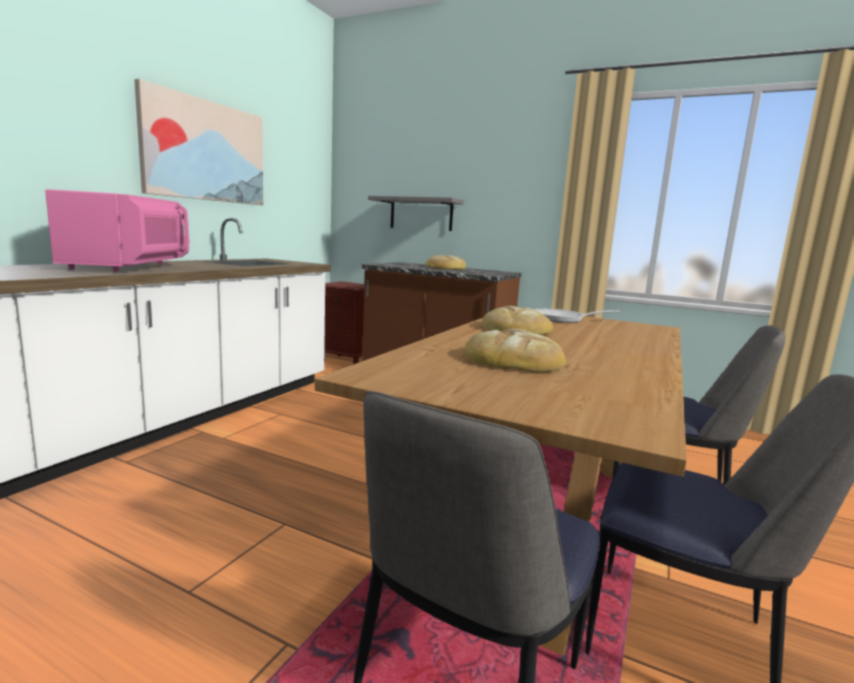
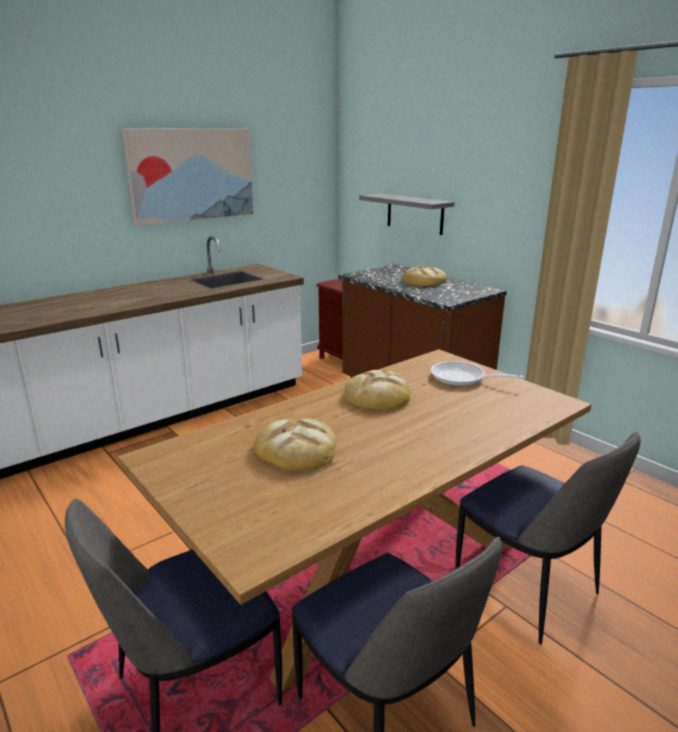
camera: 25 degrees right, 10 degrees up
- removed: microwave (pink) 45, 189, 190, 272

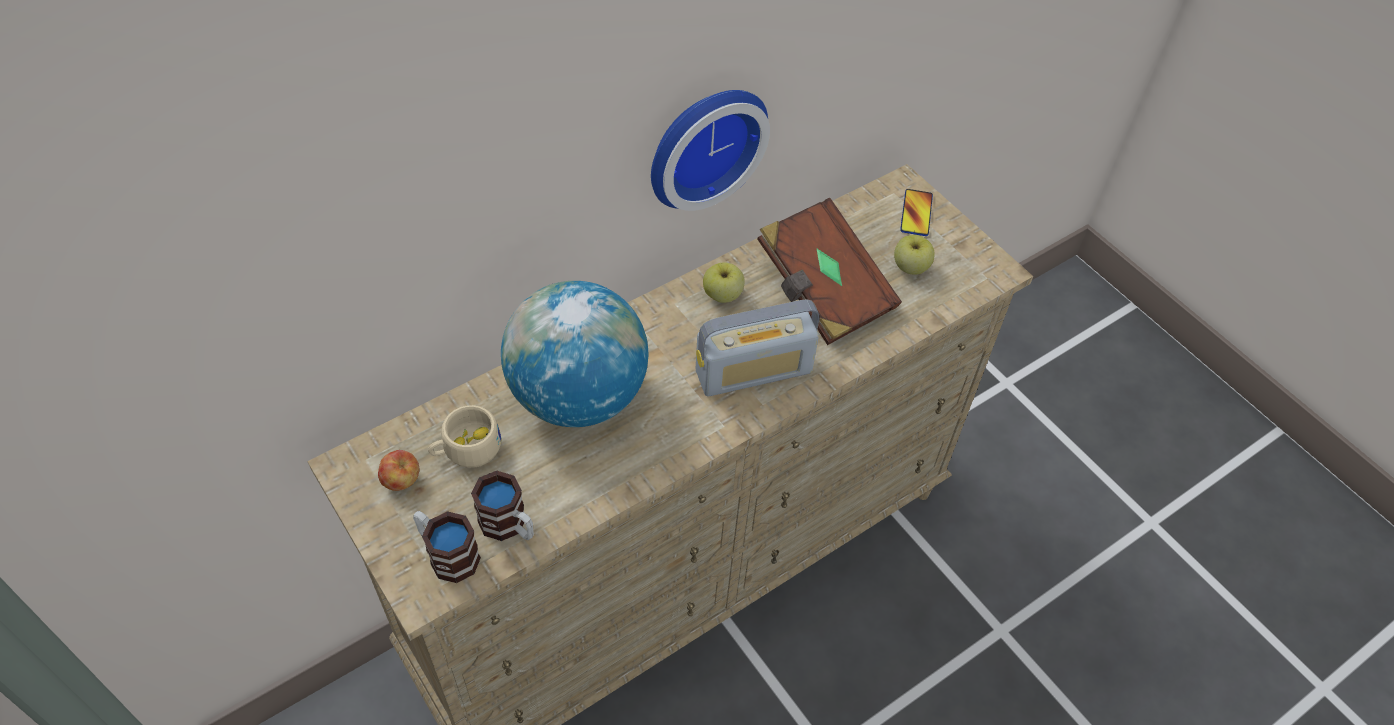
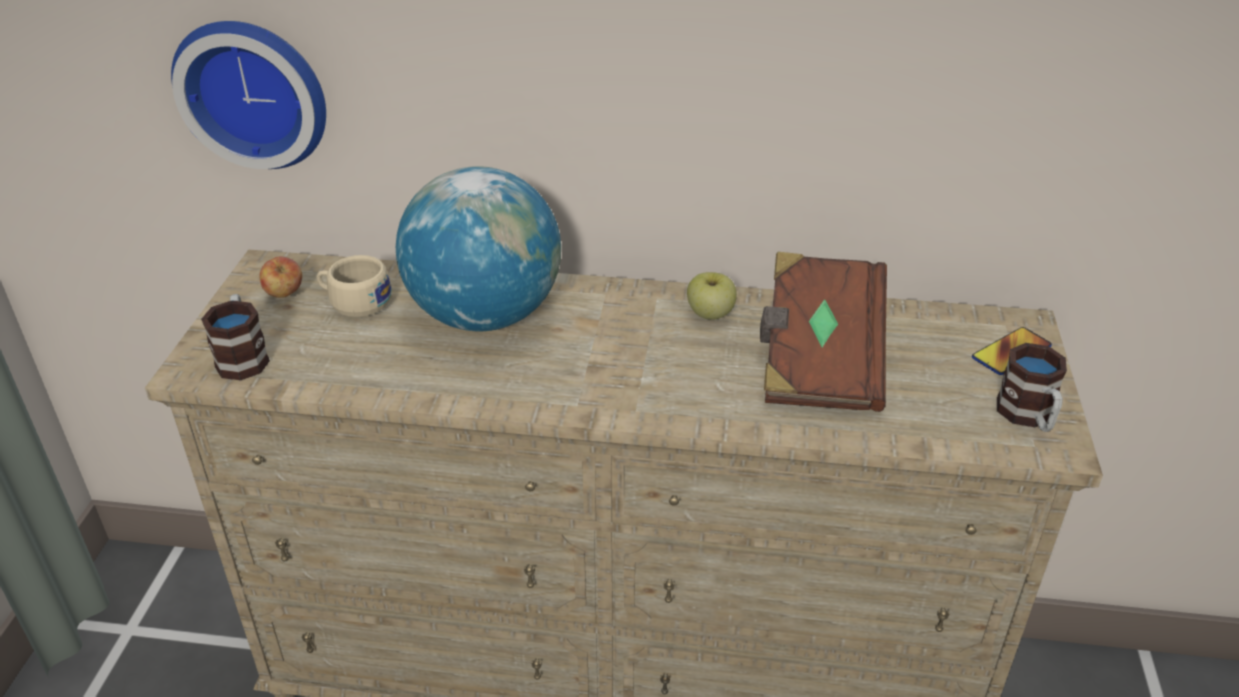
camera: 45 degrees right, 15 degrees down
- moved: wall clock 651, 90, 770, 211 to 171, 21, 326, 169
- removed: apple 894, 235, 934, 275
- removed: radio 696, 299, 819, 396
- moved: mug 471, 471, 534, 541 to 997, 343, 1067, 432

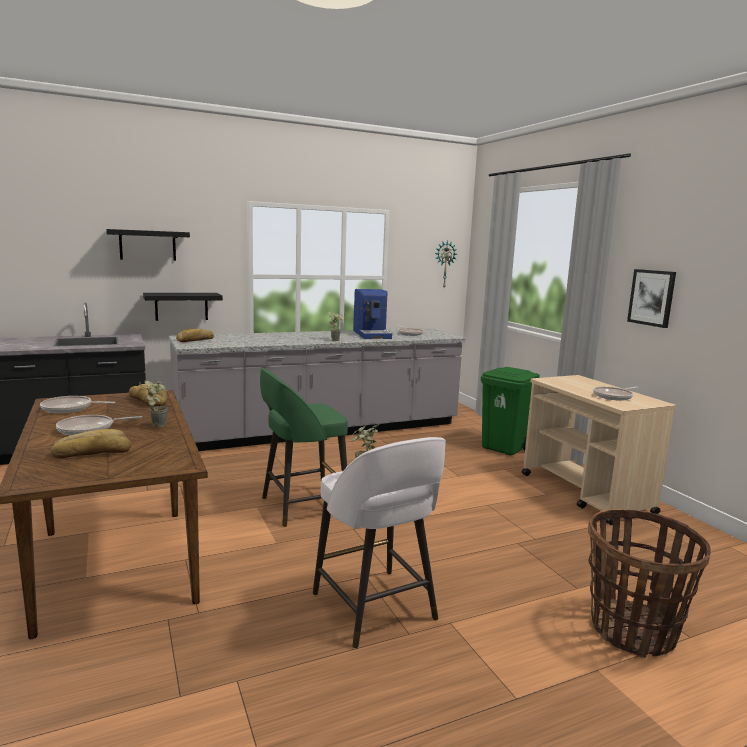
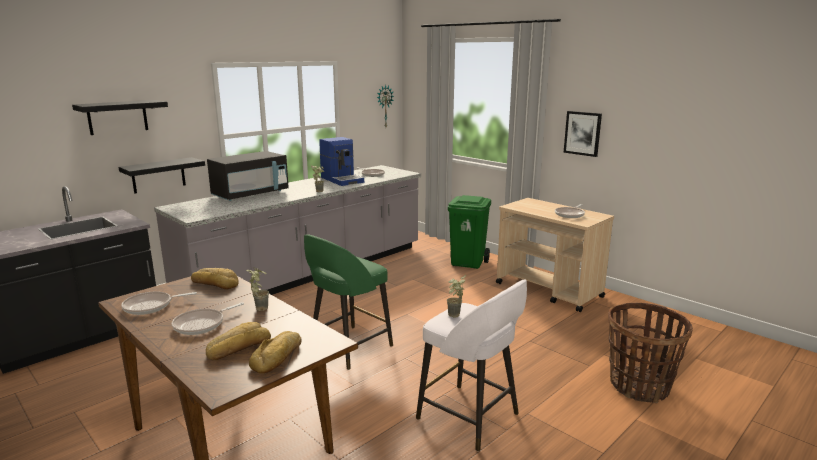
camera: 20 degrees left, 5 degrees up
- moved: bread 176, 328, 214, 342 to 249, 331, 302, 374
- added: microwave (black) 207, 151, 289, 201

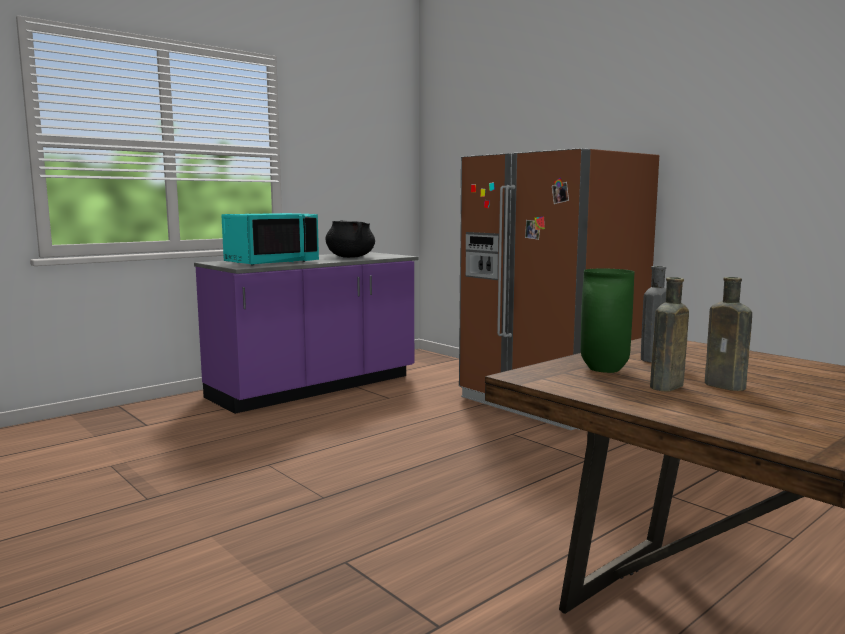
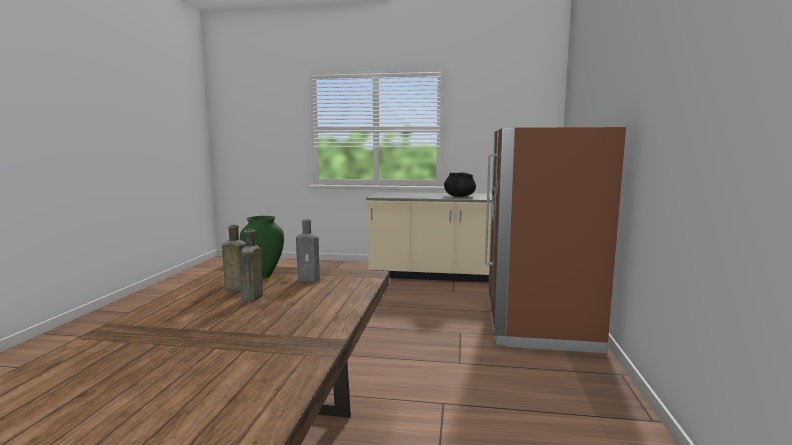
camera: 50 degrees right, 0 degrees up
- removed: microwave (turquoise) 222, 213, 319, 266
- recoloured: counter (purple) 194, 252, 419, 414 to counter (beige) 366, 192, 492, 282

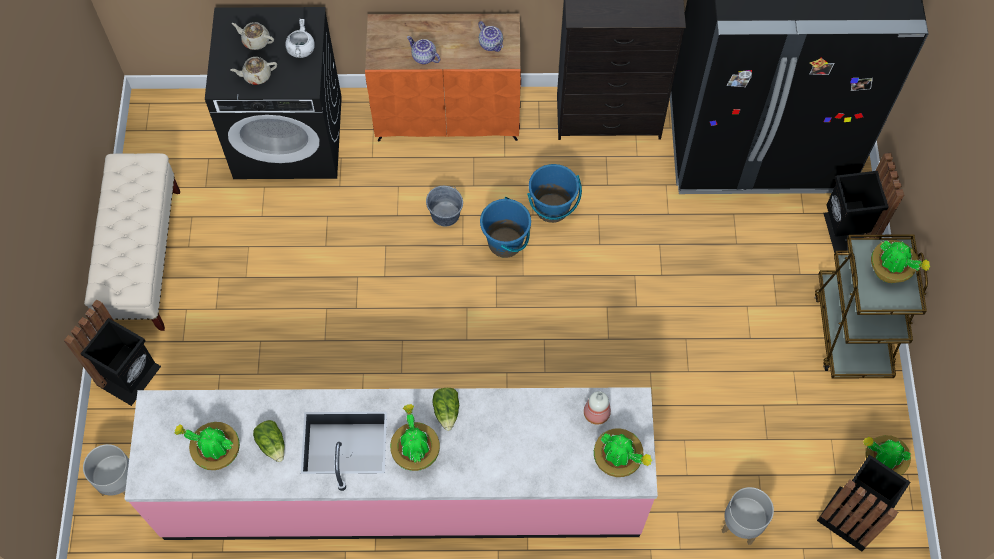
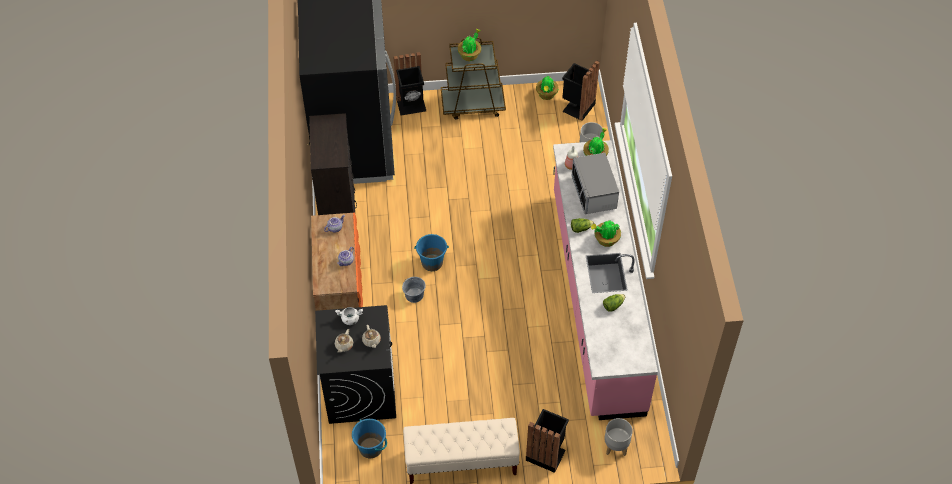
camera: 95 degrees left, 10 degrees down
- moved: bucket (blue) 527, 164, 582, 223 to 352, 419, 387, 458
- removed: potted plant 174, 422, 240, 470
- added: microwave 572, 153, 619, 214

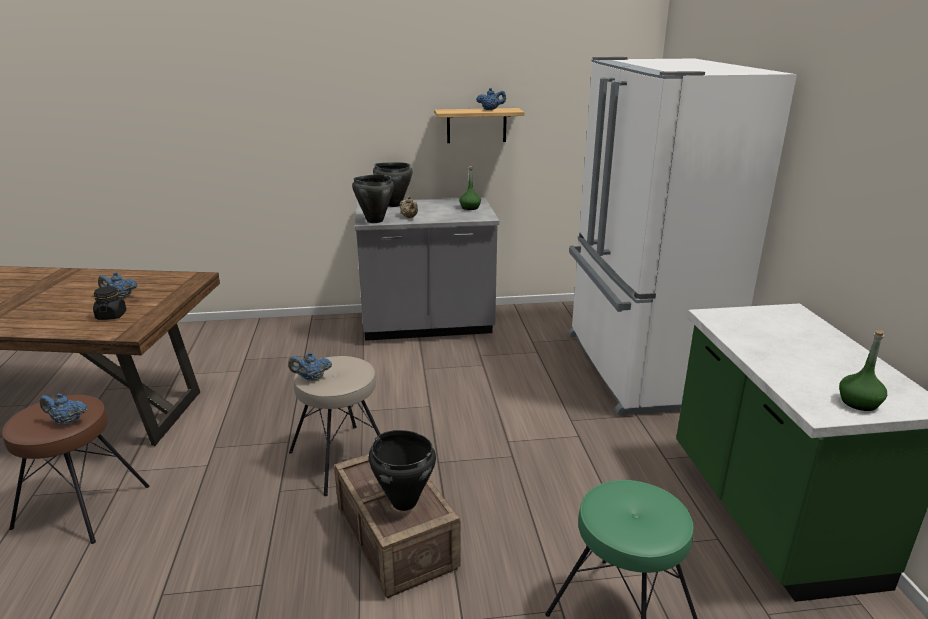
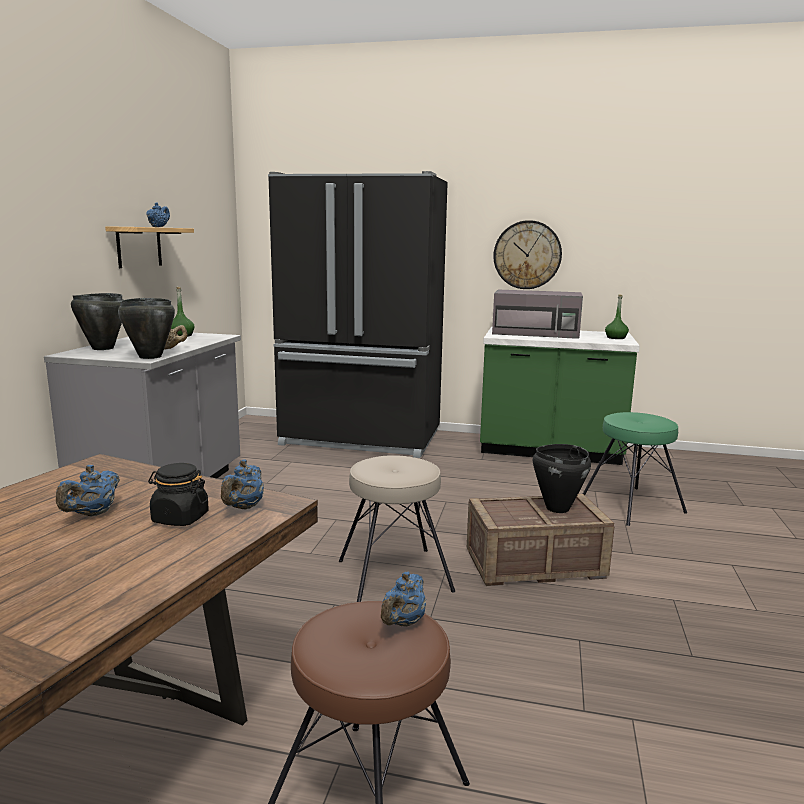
camera: 70 degrees left, 10 degrees down
- recoloured: fridge (white) 568, 57, 797, 415 to fridge (black) 268, 171, 448, 458
- moved: teapot (blue) 288, 352, 332, 381 to 221, 459, 264, 509
- added: wall clock 493, 220, 562, 289
- added: microwave (grey) 492, 290, 583, 339

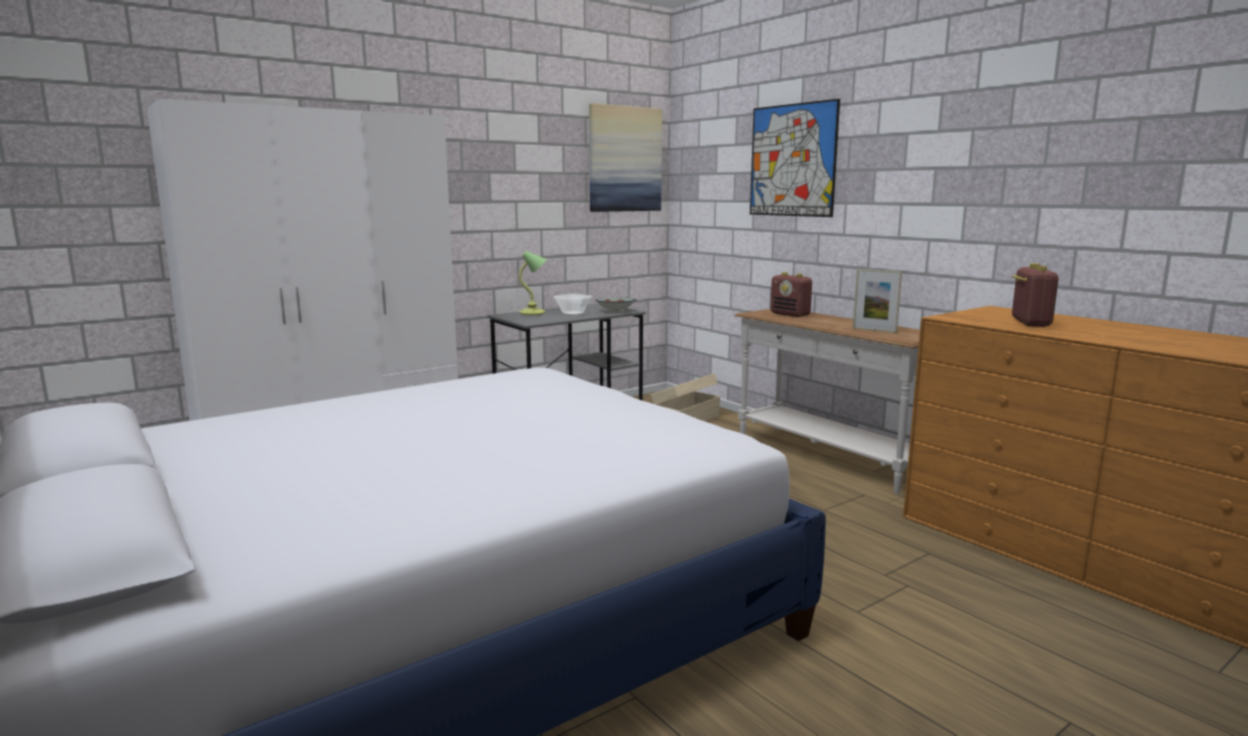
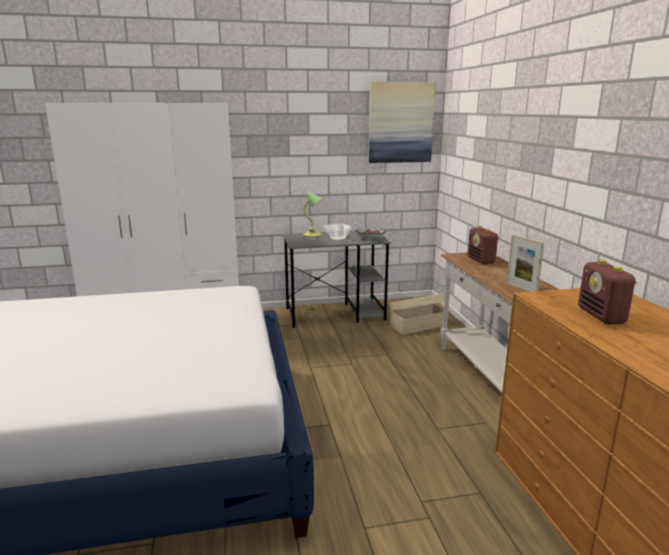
camera: 25 degrees right, 5 degrees up
- removed: picture 750, 99, 840, 217
- turned: radio 1012, 263, 1058, 327 = 578, 259, 638, 324 135 degrees clockwise

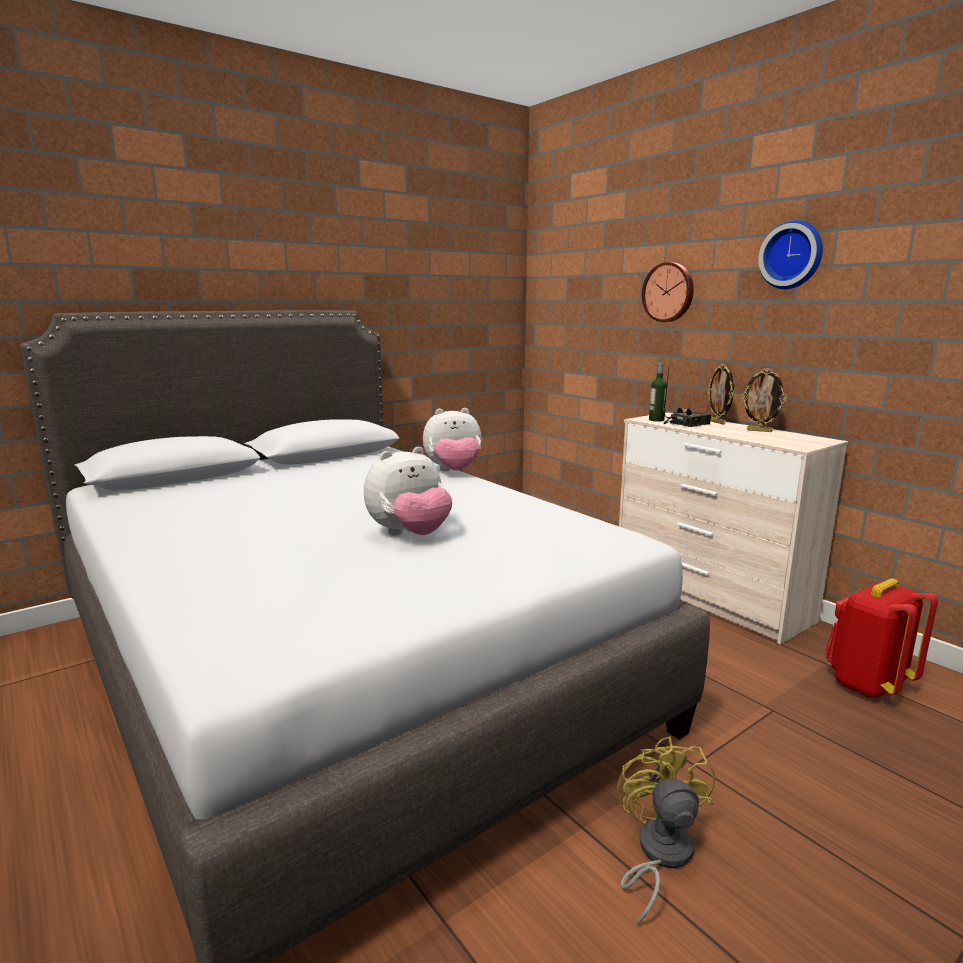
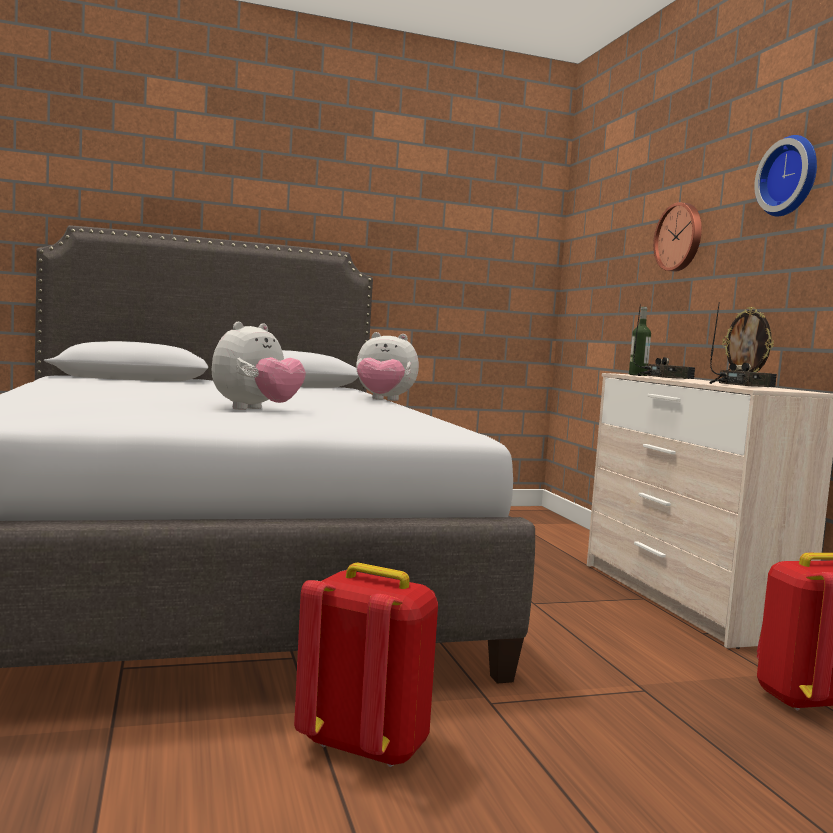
camera: 20 degrees right, 10 degrees down
- removed: picture frame 707, 364, 734, 425
- turned: plush toy 364, 447, 452, 536 = 212, 322, 306, 410 45 degrees counterclockwise
- replaced: fan (yellow) 617, 736, 715, 926 to backpack (red) 294, 563, 438, 767
- added: radio 710, 302, 777, 387

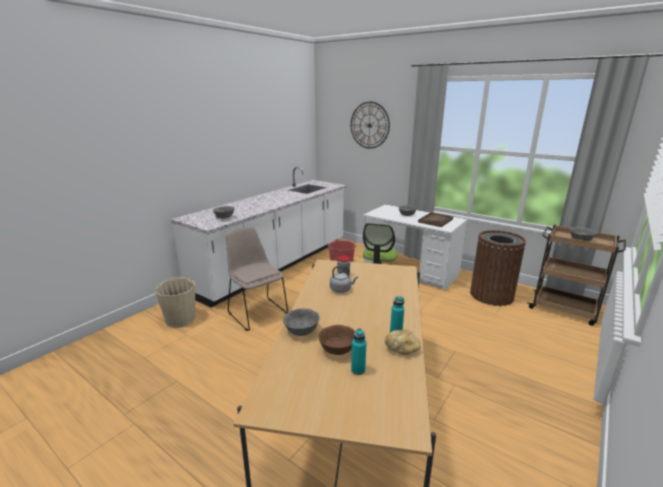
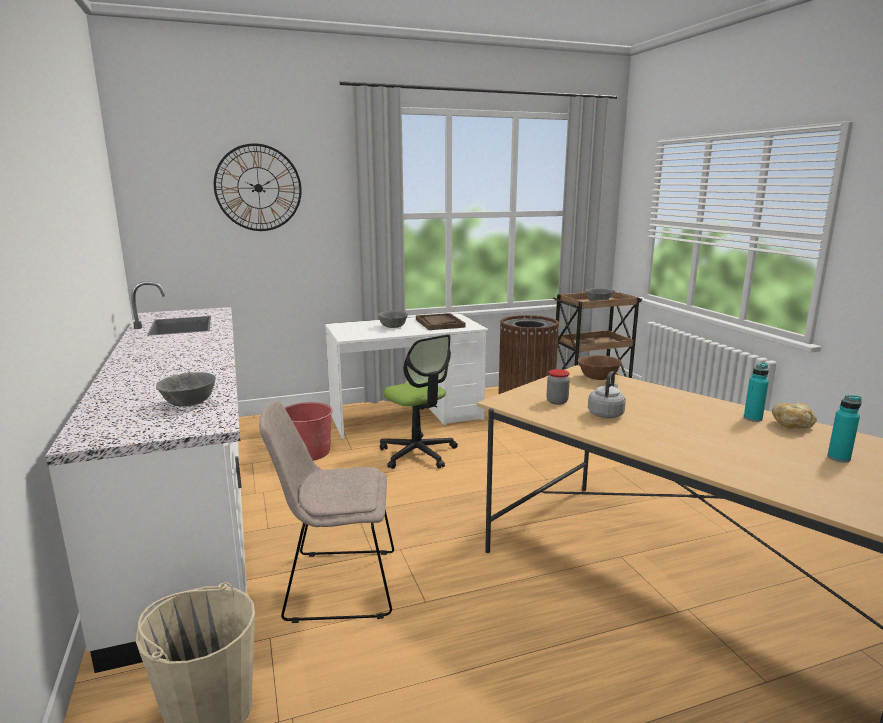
camera: 55 degrees left, 5 degrees down
- removed: bowl (grey) 282, 308, 320, 336
- moved: bowl (brown) 318, 325, 355, 355 to 578, 355, 622, 380

